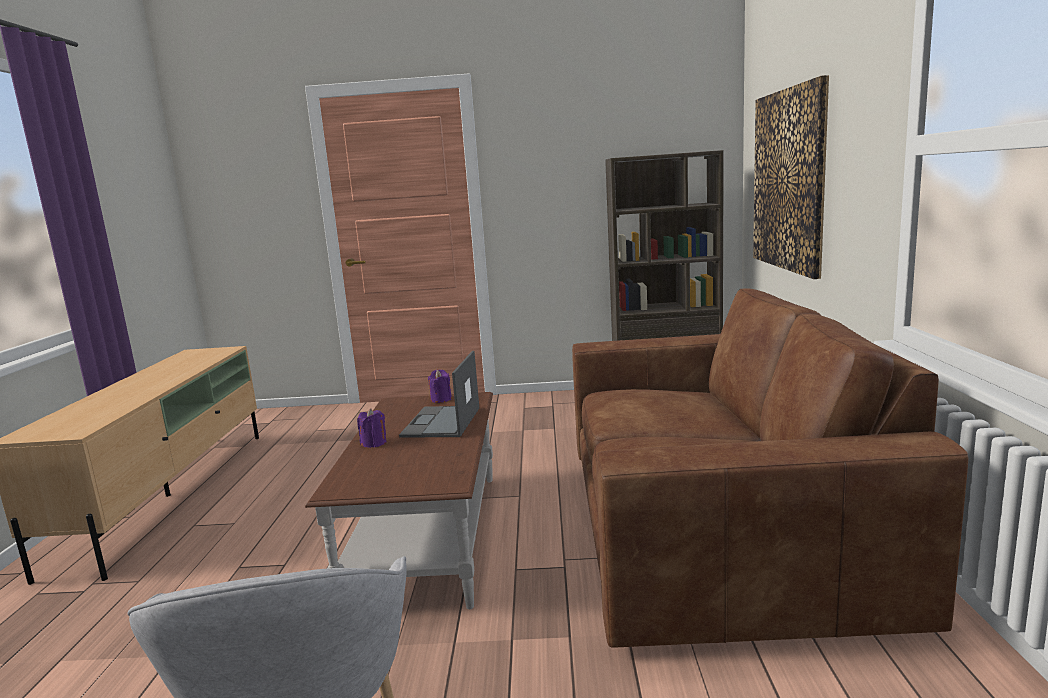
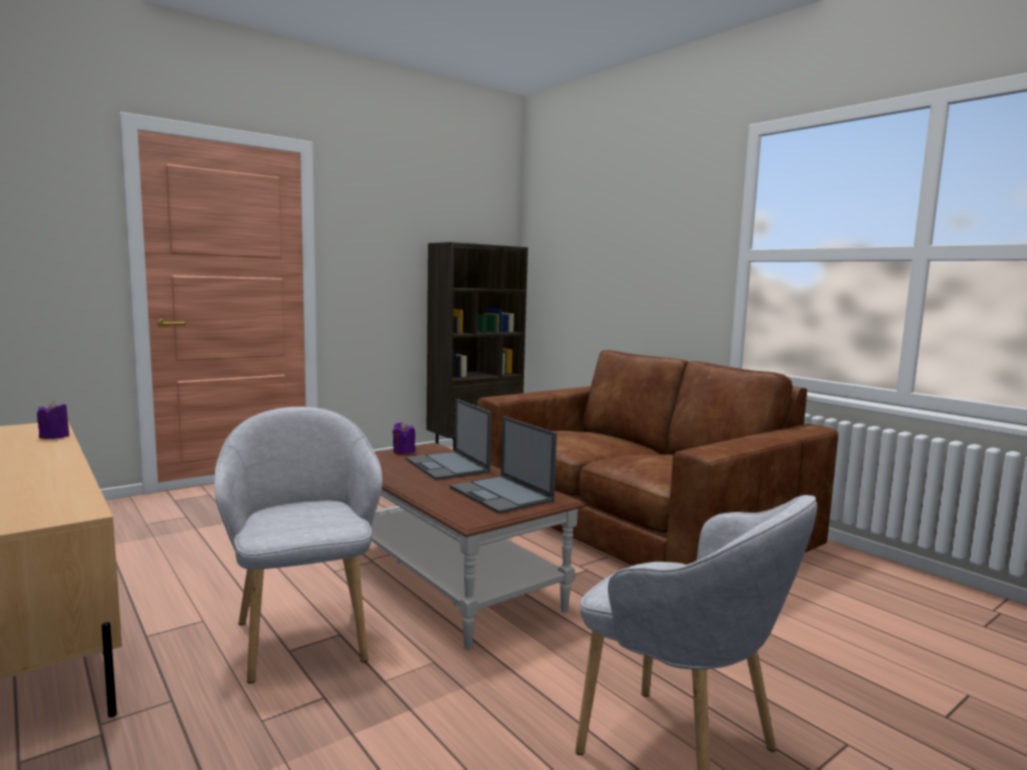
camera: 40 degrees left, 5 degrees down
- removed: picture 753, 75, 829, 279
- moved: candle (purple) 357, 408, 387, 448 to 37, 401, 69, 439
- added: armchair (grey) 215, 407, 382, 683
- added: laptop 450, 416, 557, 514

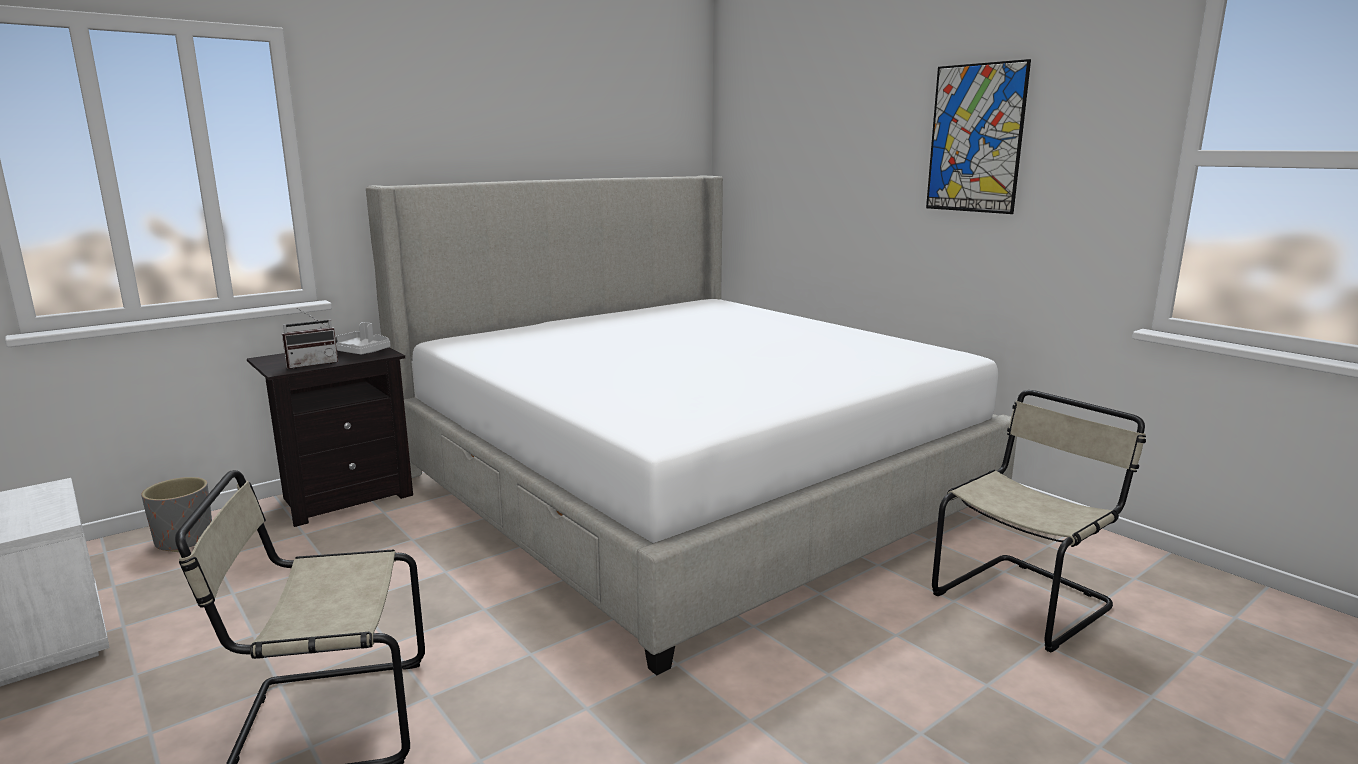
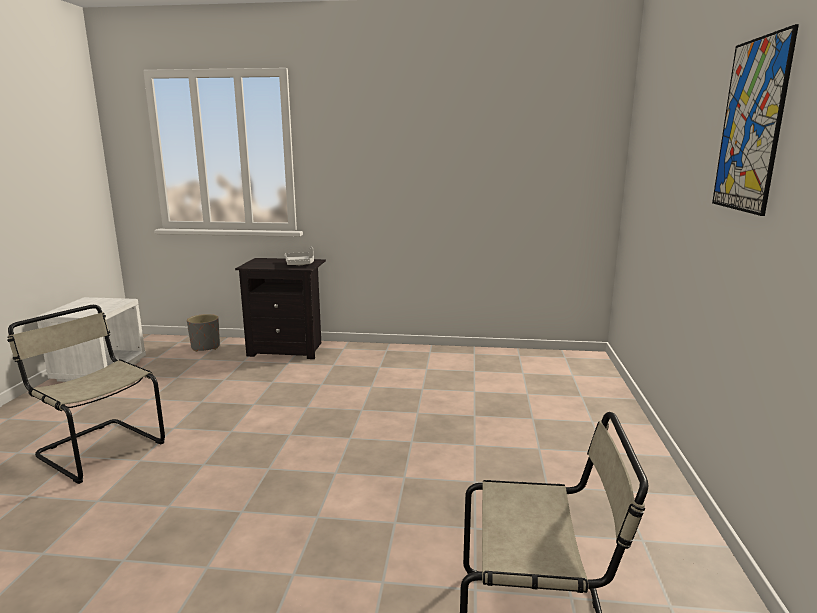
camera: 45 degrees right, 0 degrees up
- removed: bed 366, 175, 1017, 675
- removed: radio 282, 308, 338, 369

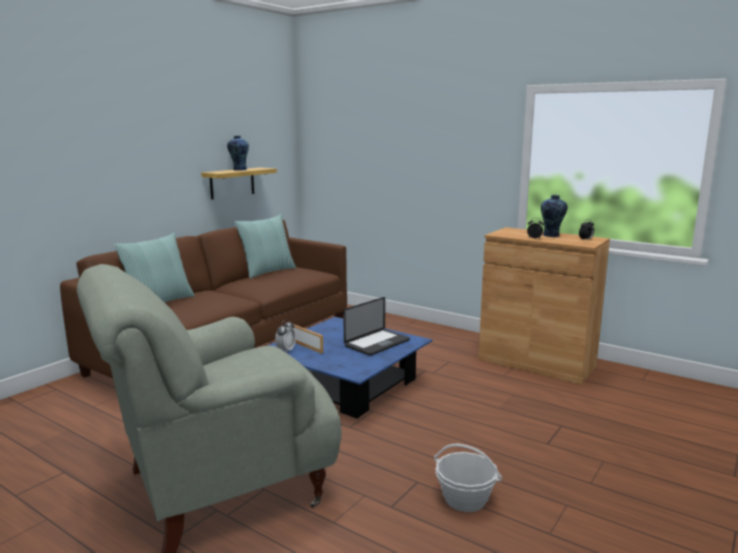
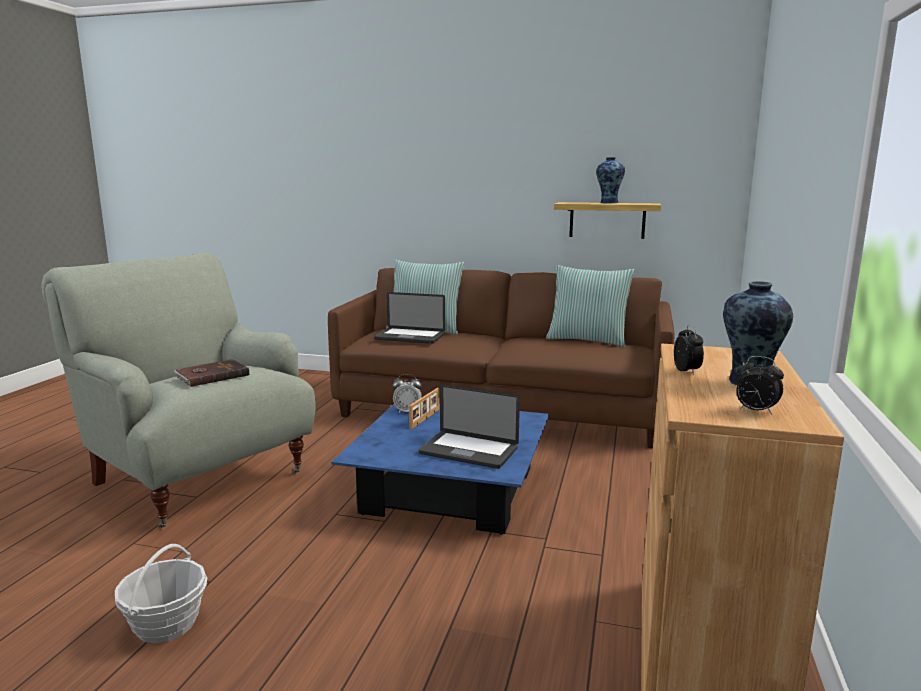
camera: 70 degrees right, 0 degrees up
- added: laptop 374, 292, 445, 344
- added: book (brown) 173, 359, 249, 387

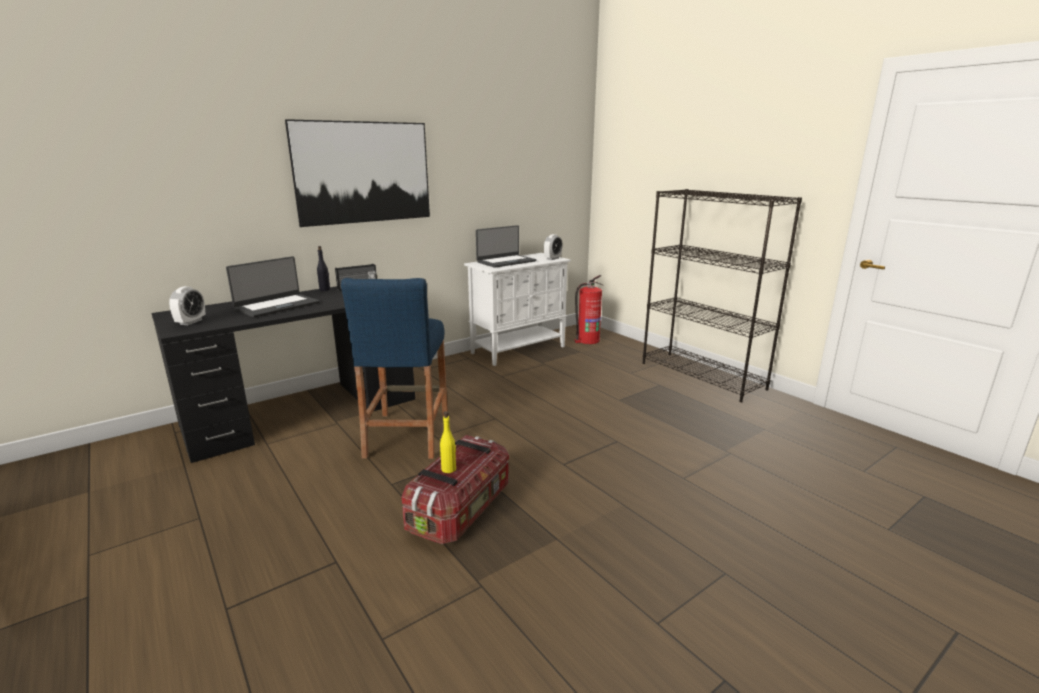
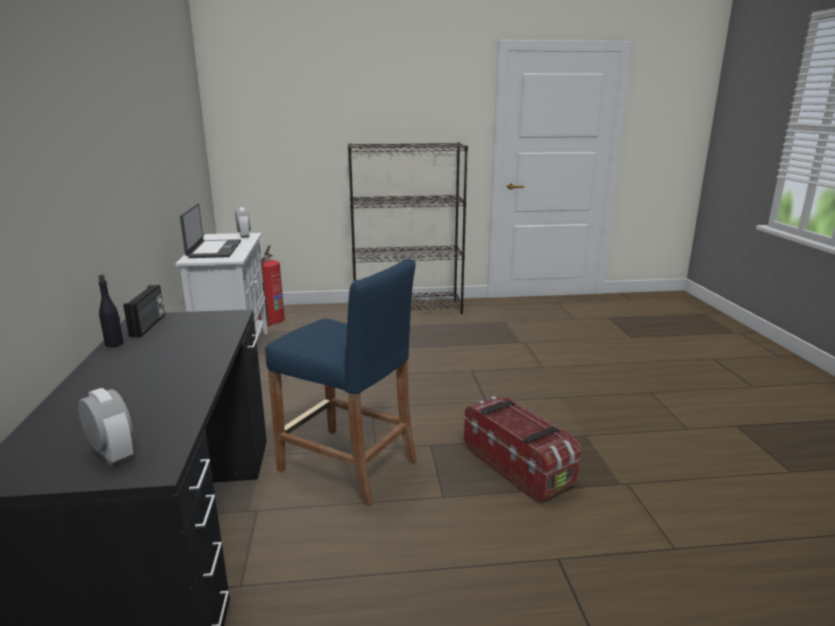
camera: 60 degrees left, 0 degrees up
- removed: picture 285, 119, 430, 227
- removed: laptop 226, 256, 320, 318
- removed: bottle (yellow) 440, 411, 456, 473

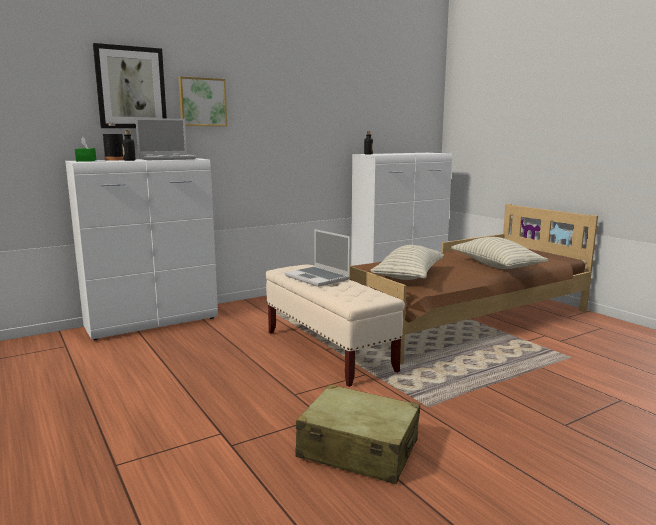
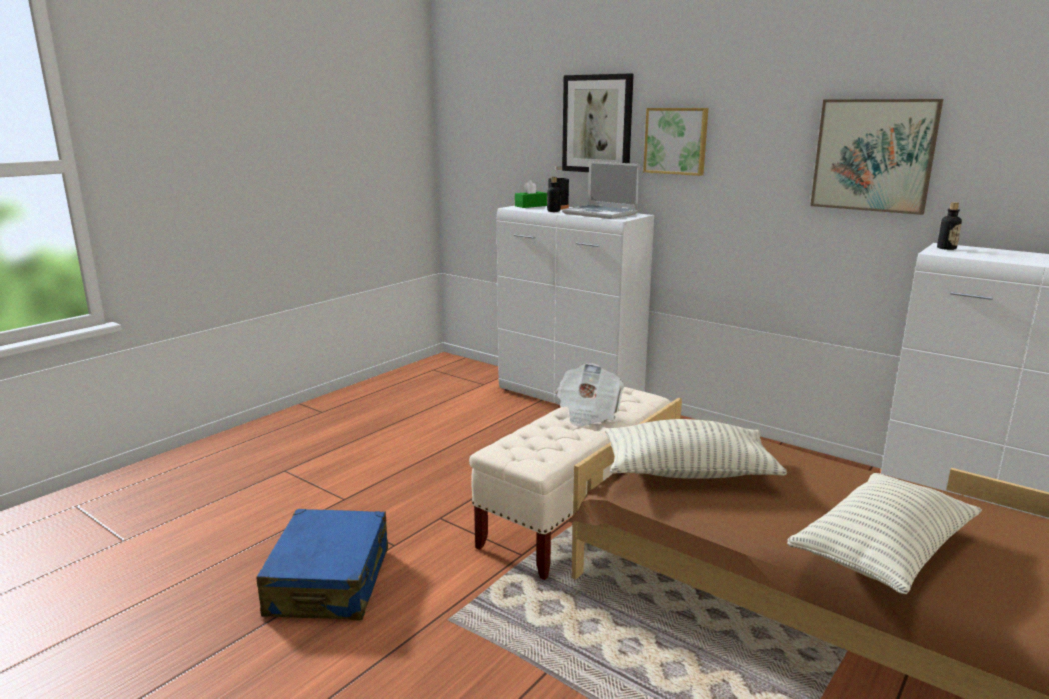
camera: 70 degrees right, 5 degrees up
- replaced: laptop 284, 229, 350, 287 to newspaper 556, 363, 624, 426
- recoloured: suitcase (beige) 296, 384, 420, 484 to suitcase (blue) 256, 509, 388, 620
- added: picture 810, 99, 943, 215

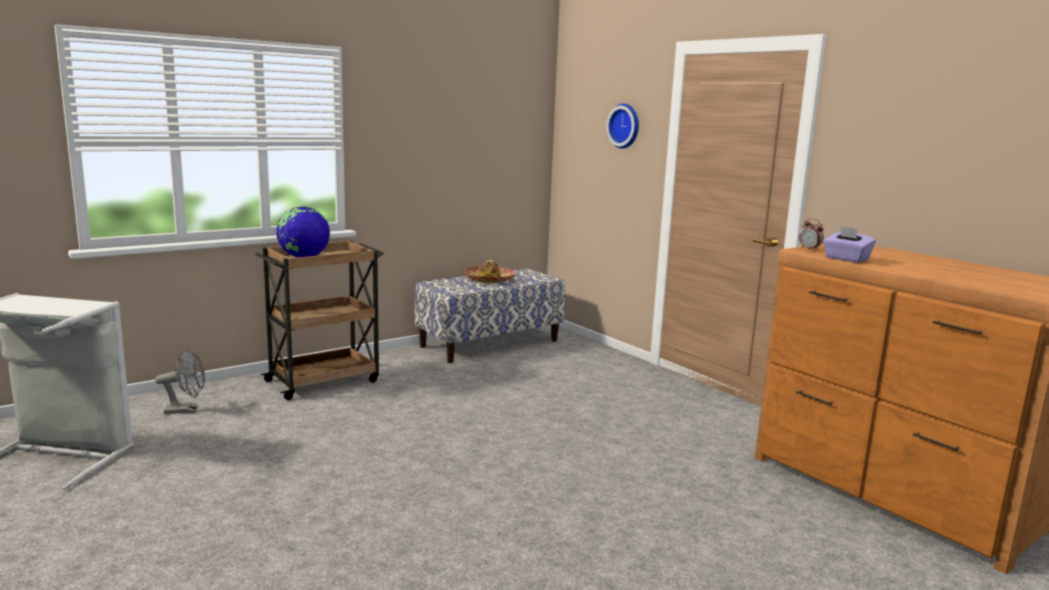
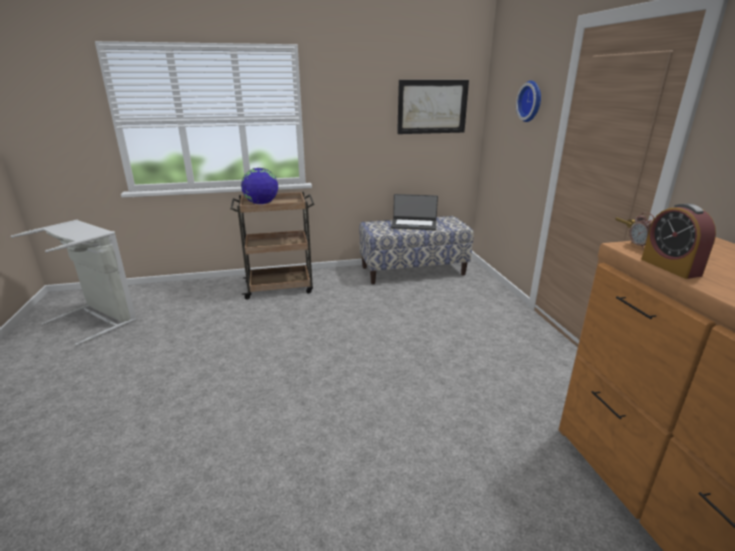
camera: 25 degrees right, 10 degrees up
- replaced: tissue box (purple) 823, 225, 876, 263 to alarm clock 641, 203, 716, 279
- replaced: hat 464, 260, 516, 283 to laptop 391, 194, 438, 230
- removed: fan (grey) 155, 349, 205, 414
- added: picture 397, 80, 469, 134

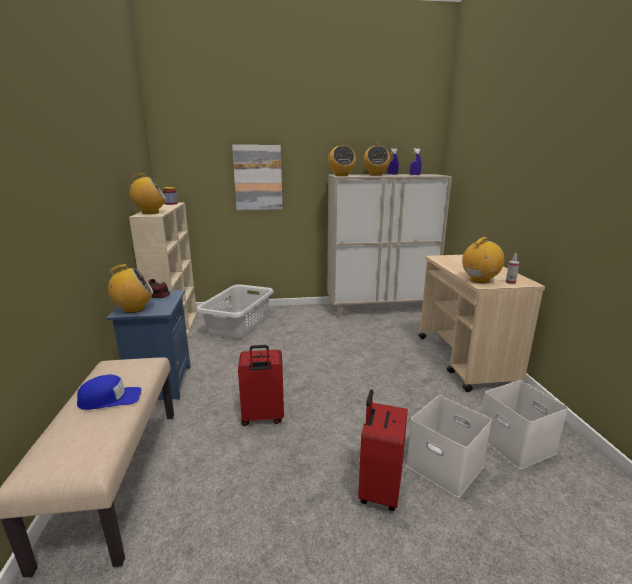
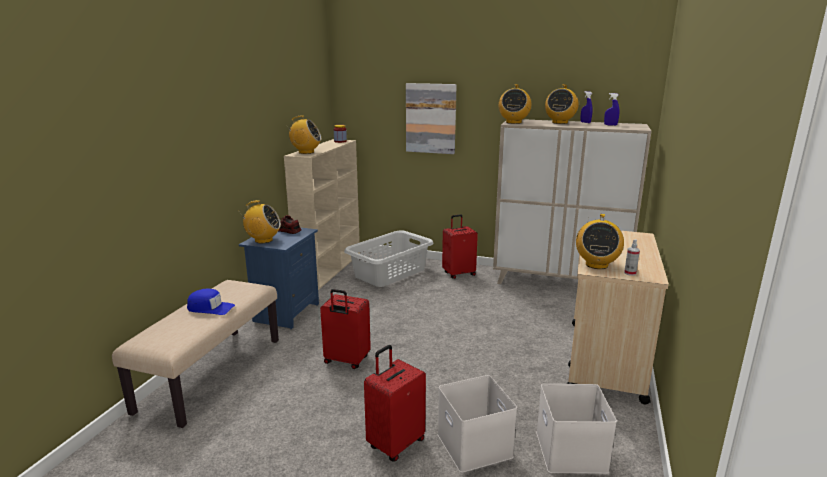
camera: 25 degrees right, 0 degrees up
- turned: radio 462, 237, 504, 283 = 576, 214, 624, 269 120 degrees clockwise
- added: suitcase (red) 442, 214, 478, 279

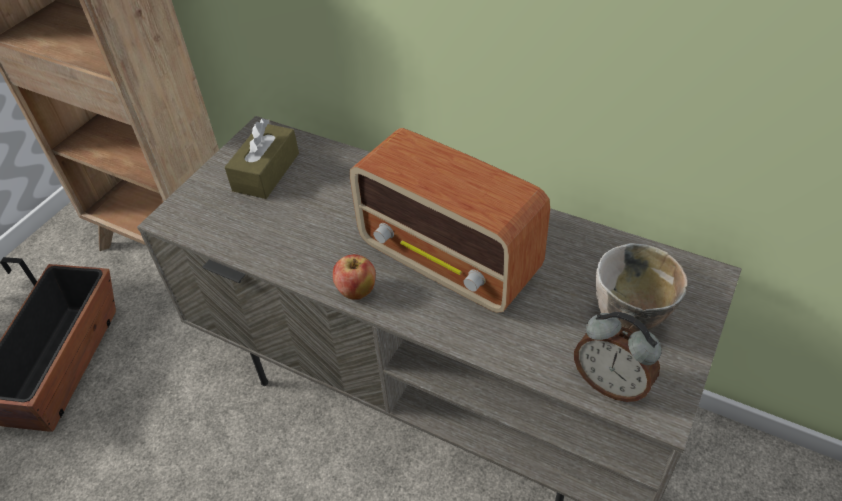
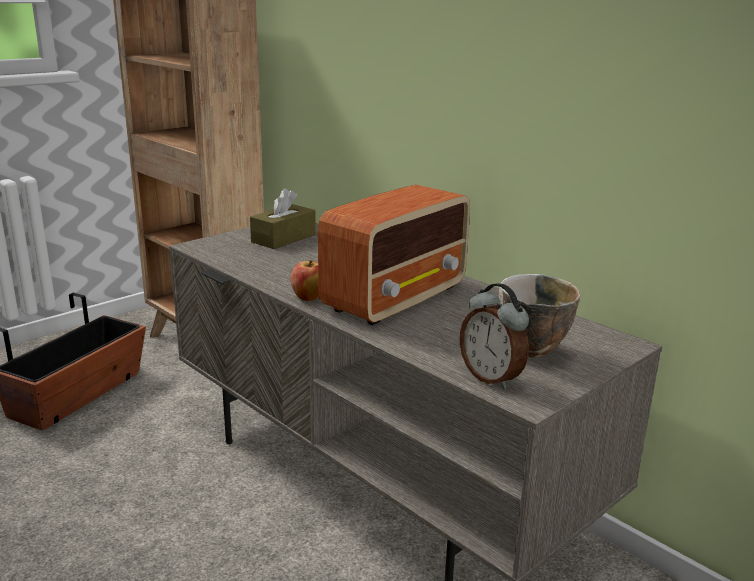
camera: 15 degrees right, 25 degrees down
- turned: radio 350, 128, 550, 313 = 318, 185, 470, 325 105 degrees counterclockwise

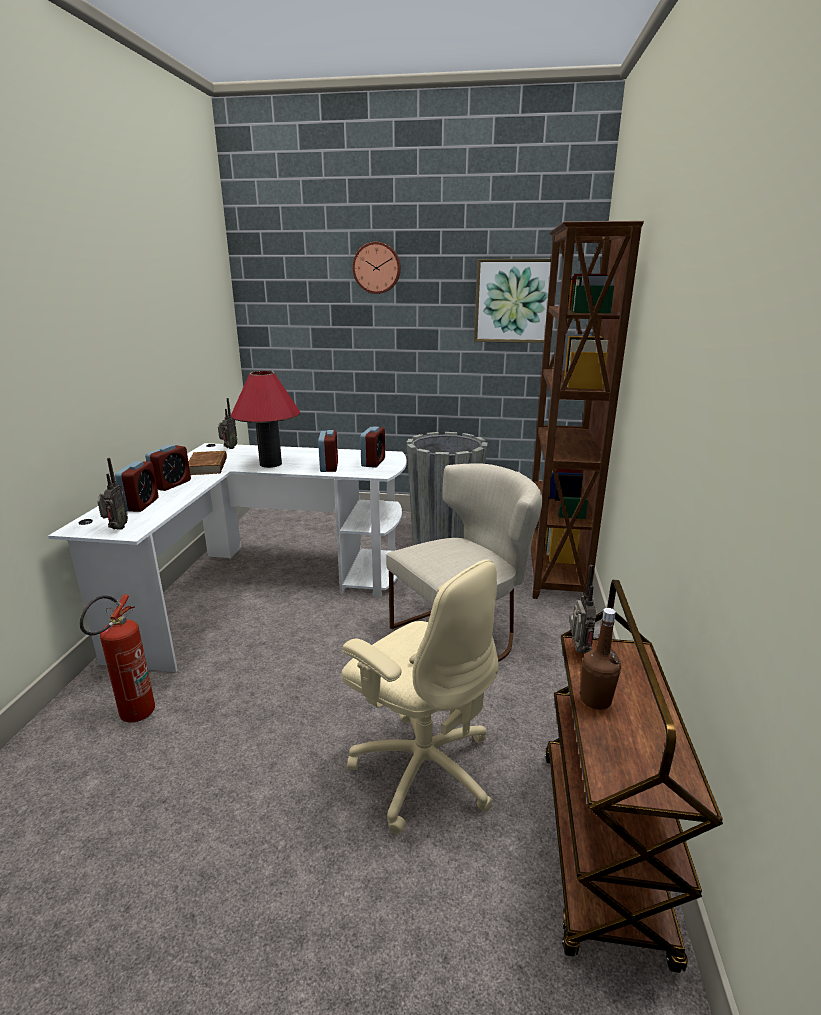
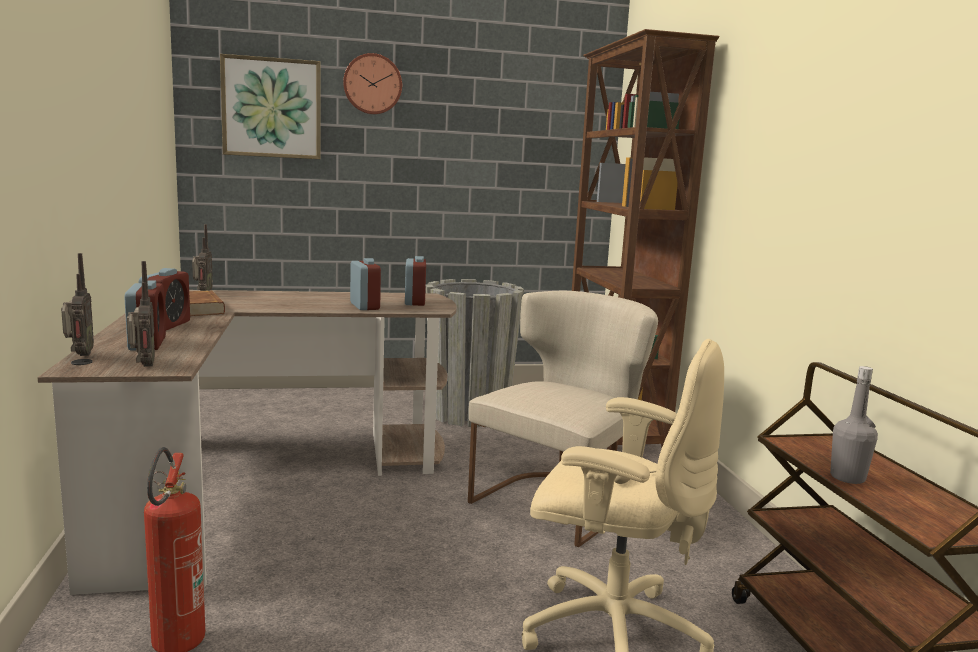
camera: 20 degrees left, 10 degrees down
- moved: picture 474, 259, 559, 343 to 220, 54, 321, 159
- removed: table lamp (red) 231, 371, 300, 468
- recoloured: desk (white) 48, 443, 407, 672 to desk (brown) 37, 290, 457, 595
- moved: radio 569, 565, 596, 654 to 61, 253, 94, 356
- recoloured: bottle (brown) 580, 608, 621, 710 to bottle (grey) 830, 366, 878, 484

